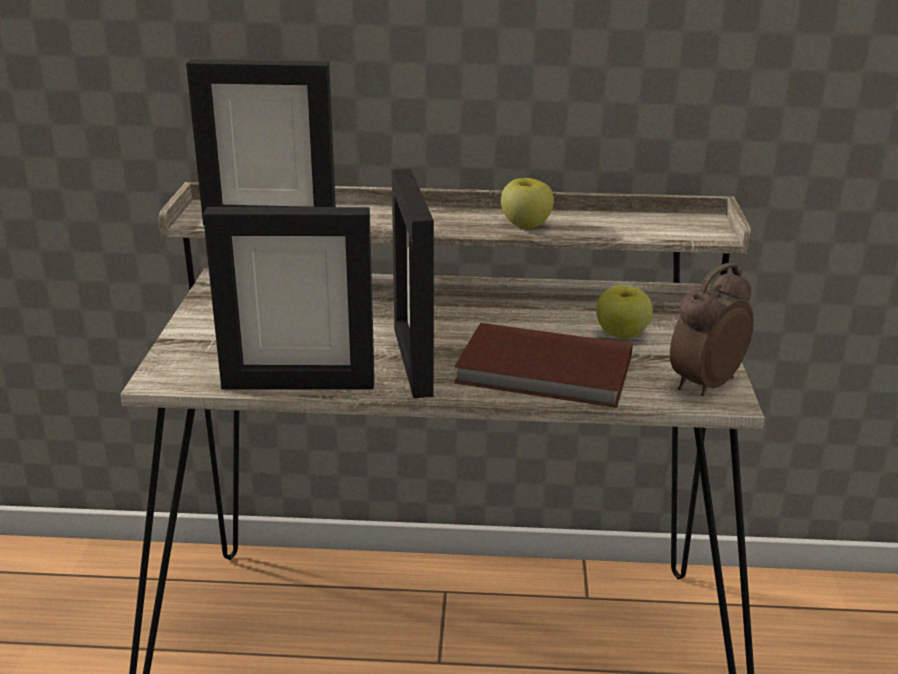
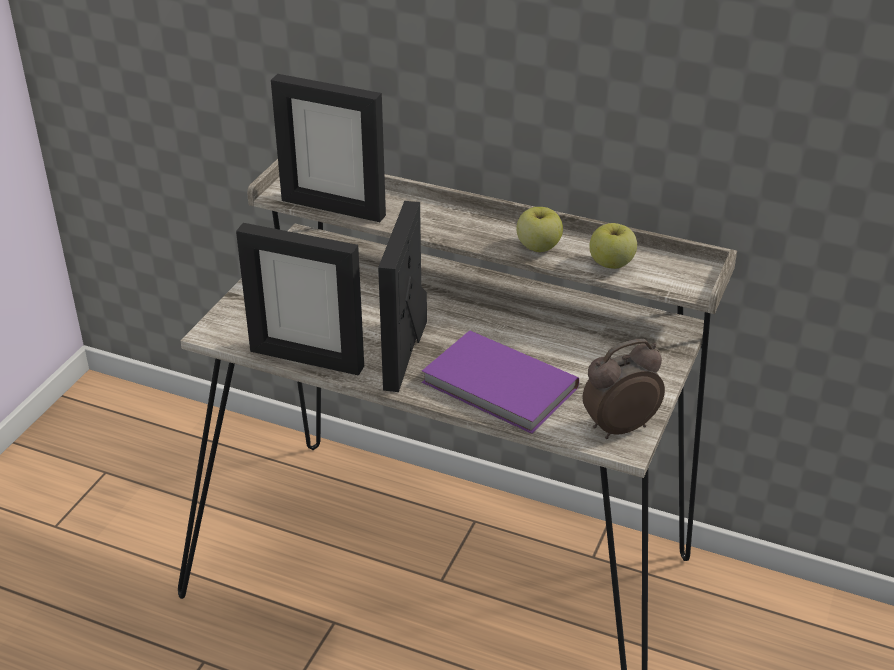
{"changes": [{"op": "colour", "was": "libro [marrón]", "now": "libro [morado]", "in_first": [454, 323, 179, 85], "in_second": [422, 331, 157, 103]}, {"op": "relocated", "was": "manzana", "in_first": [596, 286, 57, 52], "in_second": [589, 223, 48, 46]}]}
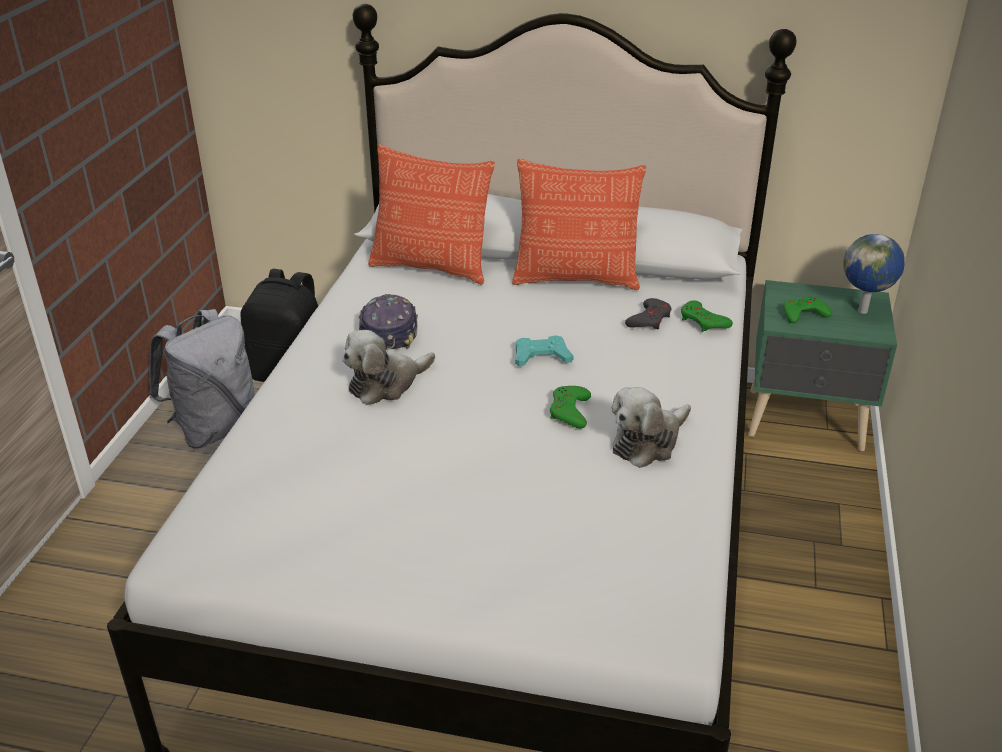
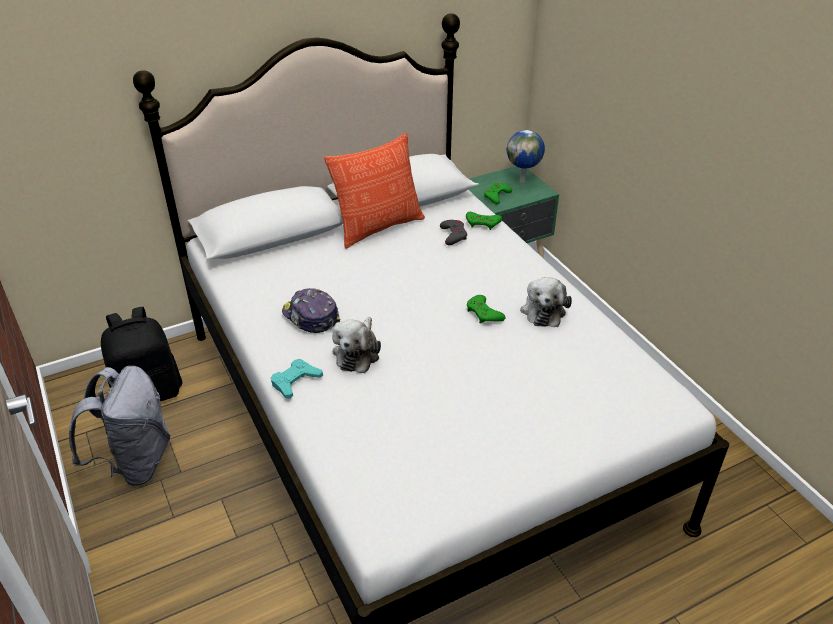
{"changes": [{"op": "missing", "was": "cojín [naranja]", "in_first": [368, 144, 127, 140]}, {"op": "relocated", "was": "mando de consola [turquesa]", "in_first": [515, 335, 59, 31], "in_second": [271, 359, 52, 40]}]}
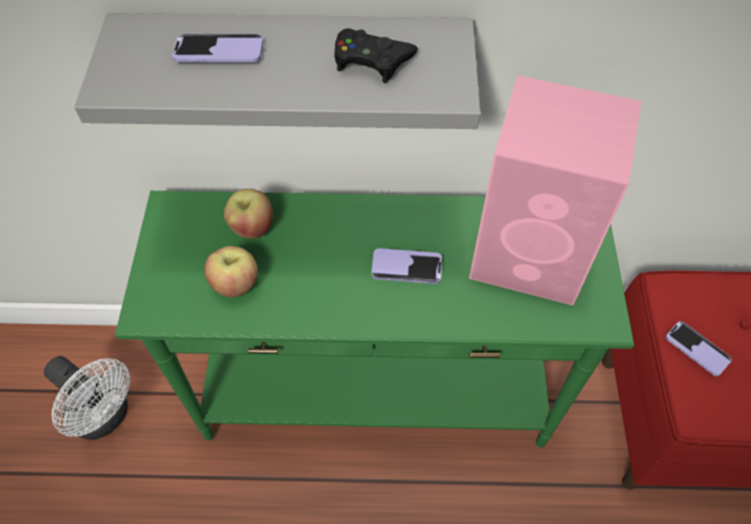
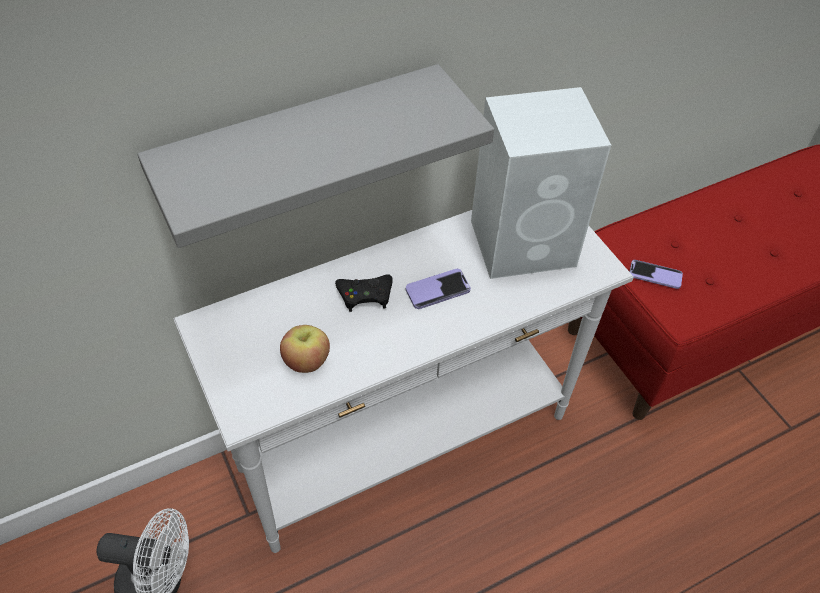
{"changes": [{"op": "colour", "was": "mesa consola [verde]", "now": "mesa consola [blanco]", "in_first": [115, 191, 519, 257], "in_second": [173, 210, 461, 343]}, {"op": "missing", "was": "móvil", "in_first": [172, 34, 91, 29]}, {"op": "missing", "was": "manzana", "in_first": [224, 189, 49, 50]}, {"op": "relocated", "was": "mando de consola [negro]", "in_first": [334, 28, 84, 55], "in_second": [335, 274, 57, 38]}, {"op": "colour", "was": "altavoz [rosa]", "now": "altavoz [blanco]", "in_first": [469, 75, 173, 230], "in_second": [471, 87, 140, 192]}]}
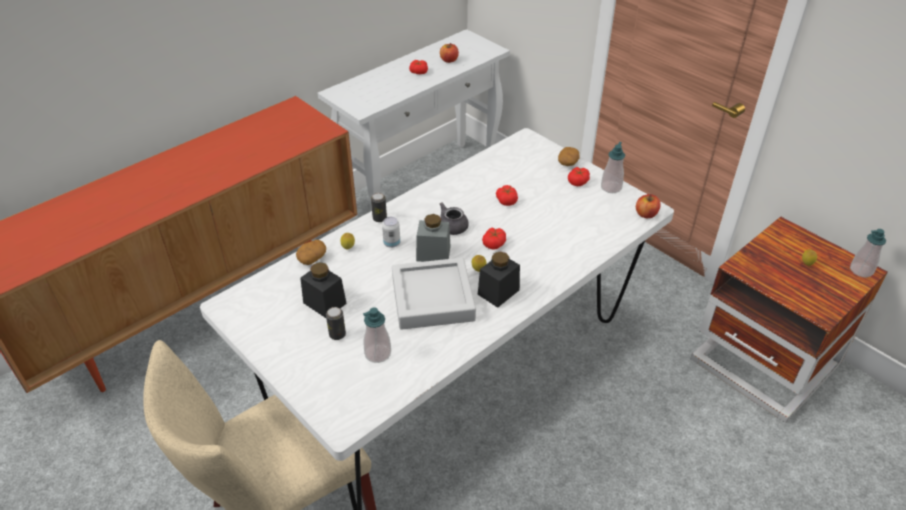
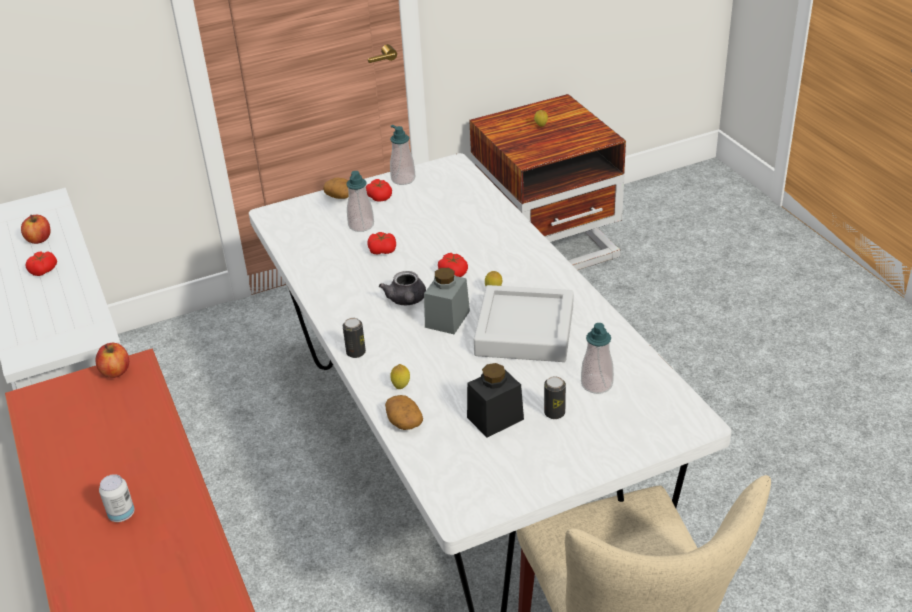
{"changes": [{"op": "relocated", "was": "lata", "in_first": [382, 217, 18, 31], "in_second": [99, 474, 36, 48]}, {"op": "missing", "was": "tarro [negro]", "in_first": [478, 252, 42, 56]}, {"op": "relocated", "was": "manzana", "in_first": [636, 194, 25, 24], "in_second": [96, 343, 33, 35]}, {"op": "relocated", "was": "dispensador de jabón", "in_first": [850, 229, 36, 48], "in_second": [346, 171, 28, 61]}]}
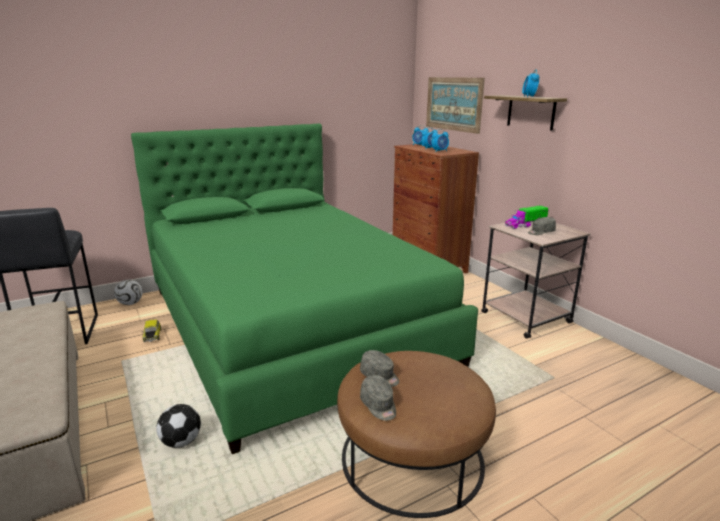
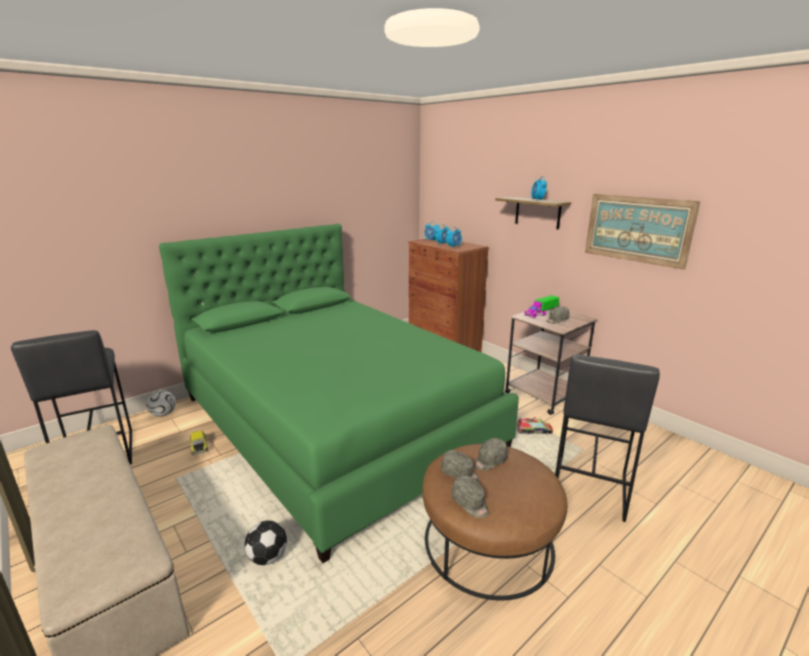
{"changes": [{"op": "relocated", "was": "cuadro", "in_first": [426, 77, 59, 57], "in_second": [585, 194, 115, 76]}, {"op": "appeared", "now": "gorra [gris]", "in_second": [474, 438, 34, 33]}, {"op": "appeared", "now": "camión de juguete", "in_second": [517, 417, 36, 17]}, {"op": "appeared", "now": "taburete [gris]", "in_second": [555, 355, 105, 167]}]}
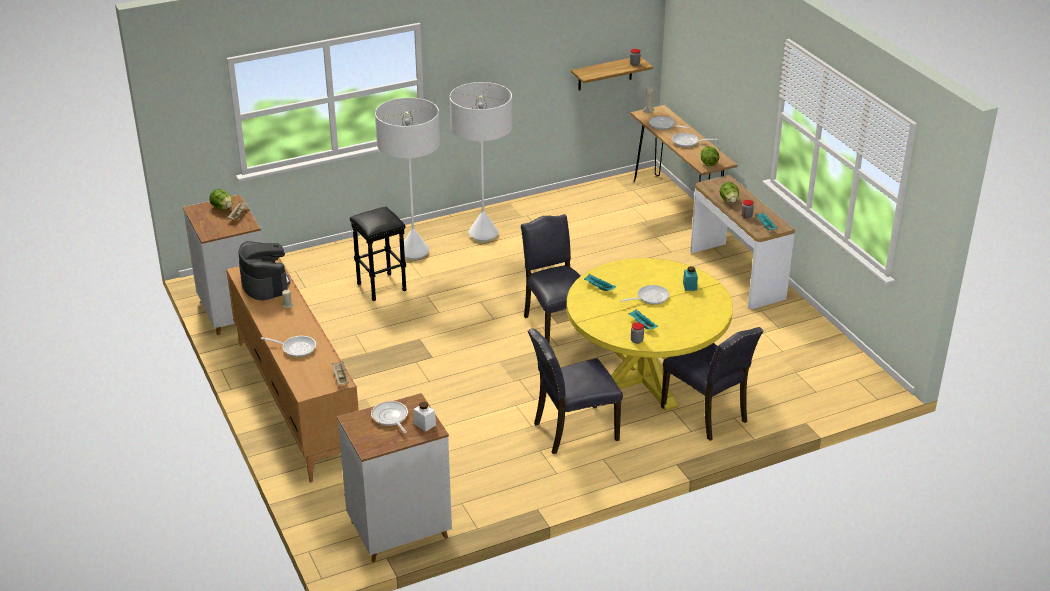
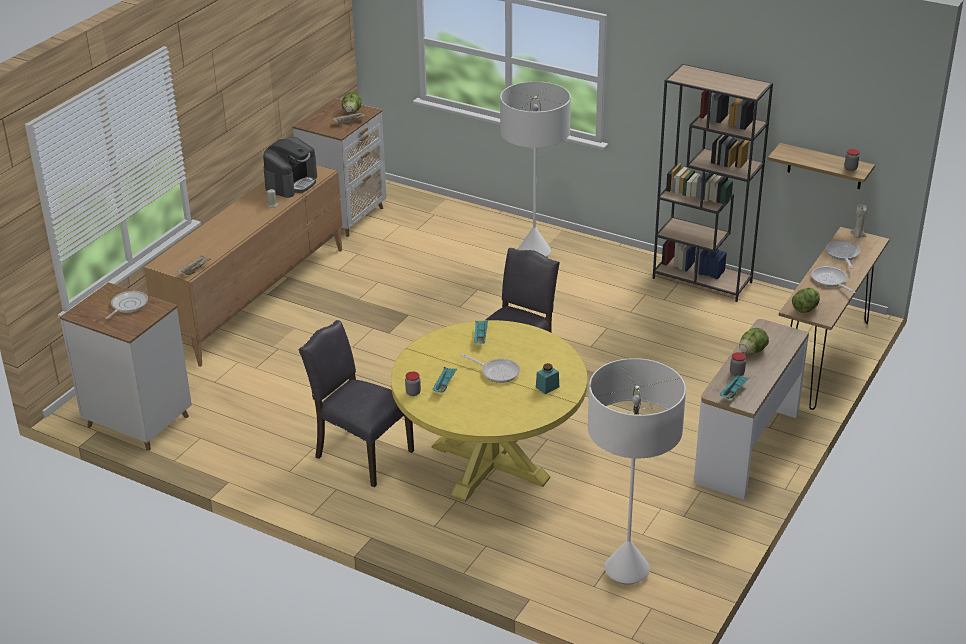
{"changes": [{"op": "missing", "was": "sartén", "in_first": [261, 336, 55, 21]}, {"op": "missing", "was": "taburete [negro]", "in_first": [350, 207, 57, 94]}, {"op": "missing", "was": "tarro [blanco]", "in_first": [413, 402, 23, 30]}, {"op": "relocated", "was": "lámpara de pie [blanco]", "in_first": [450, 82, 62, 160], "in_second": [588, 358, 98, 227]}, {"op": "missing", "was": "silla [gris]", "in_first": [661, 327, 102, 114]}, {"op": "appeared", "now": "estantería", "in_second": [653, 64, 120, 238]}]}
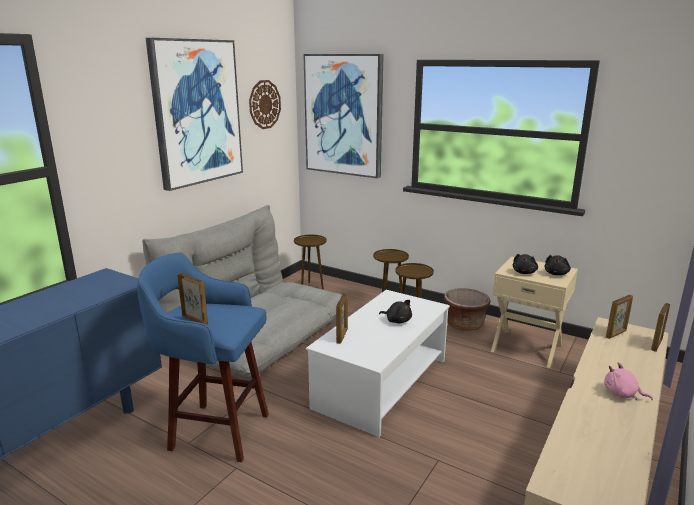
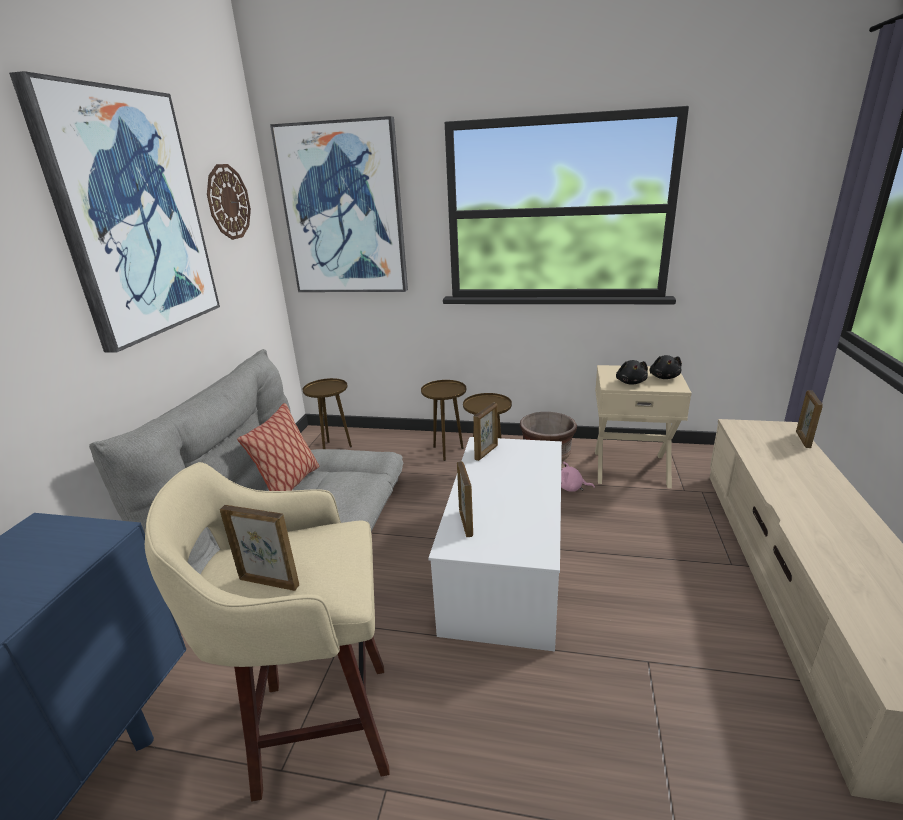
{"changes": [{"op": "colour", "was": "taburete [azul]", "now": "taburete [beis]", "in_first": [137, 253, 132, 209], "in_second": [145, 462, 245, 340]}, {"op": "missing", "was": "peluche [negro]", "in_first": [379, 300, 33, 23]}, {"op": "relocated", "was": "peluche [rosa]", "in_first": [604, 362, 49, 38], "in_second": [561, 462, 34, 30]}, {"op": "relocated", "was": "portarretratos", "in_first": [606, 295, 27, 44], "in_second": [473, 403, 25, 58]}, {"op": "appeared", "now": "cojín", "in_second": [237, 403, 82, 88]}]}
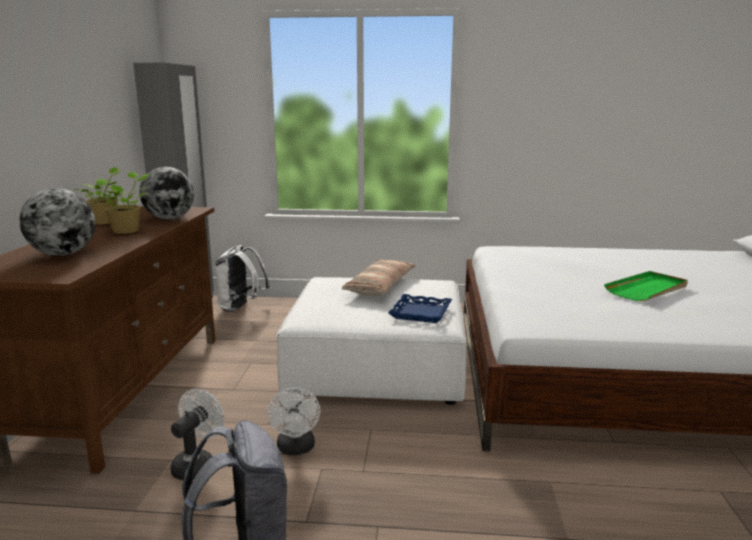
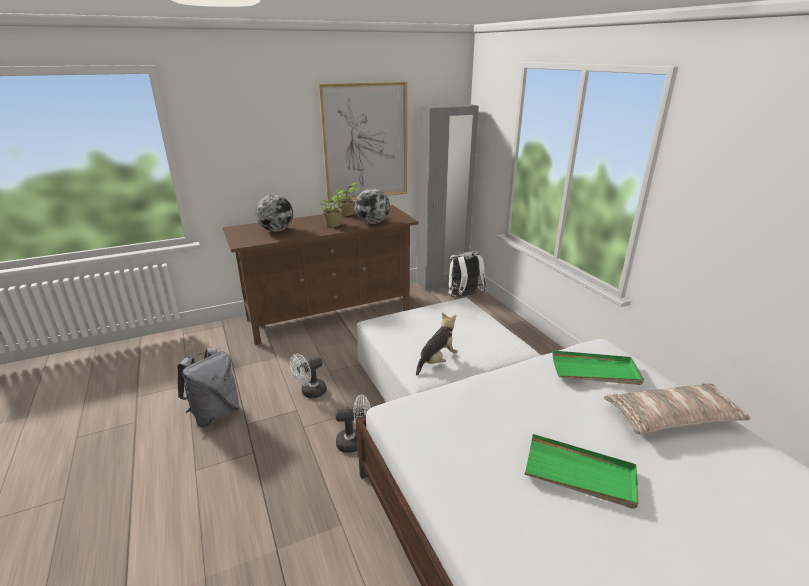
{"changes": [{"op": "relocated", "was": "ventilador [blanco]", "in_first": [170, 389, 54, 91], "in_second": [336, 394, 35, 59]}, {"op": "relocated", "was": "cojín", "in_first": [341, 260, 75, 36], "in_second": [603, 383, 148, 52]}, {"op": "exchanged", "was": "bandeja [azul]", "now": "peluche", "in_first": [388, 294, 64, 29], "in_second": [416, 313, 42, 63]}, {"op": "appeared", "now": "cuadro", "in_second": [318, 82, 89, 121]}, {"op": "appeared", "now": "bandeja [verde]", "in_second": [553, 350, 91, 35]}]}
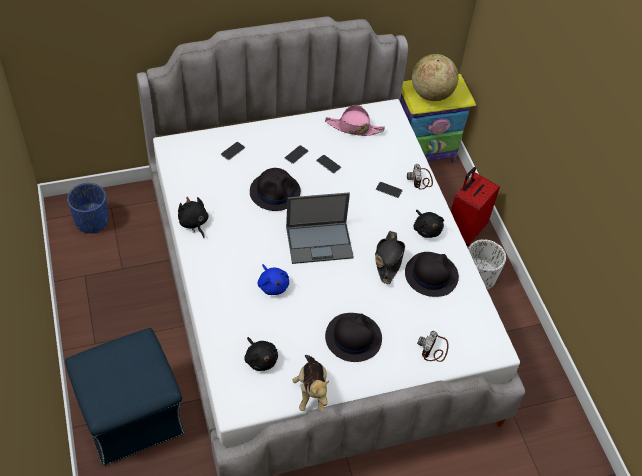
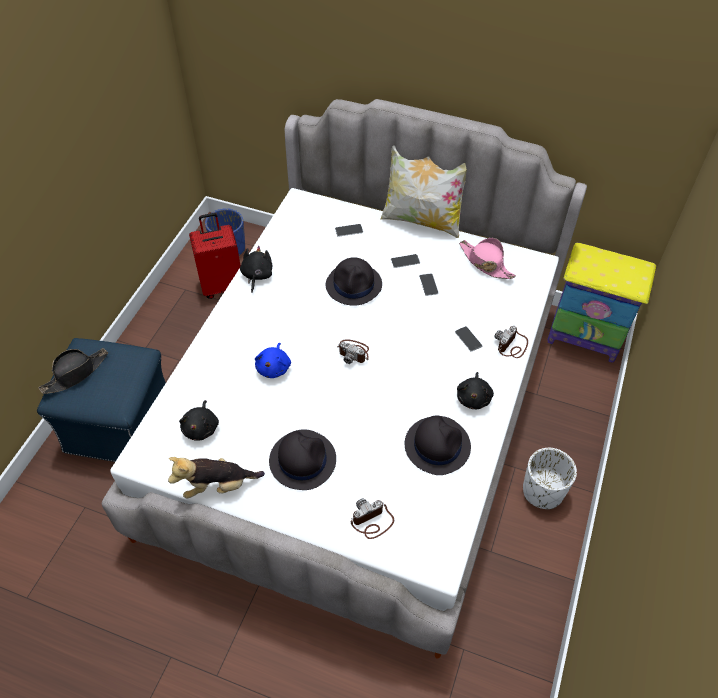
{"changes": [{"op": "exchanged", "was": "portátil", "now": "cámara", "in_first": [286, 192, 68, 72], "in_second": [337, 339, 32, 25]}, {"op": "spun", "was": "peluche", "in_first": [293, 355, 36, 57], "in_second": [168, 457, 97, 41], "clockwise": 45}, {"op": "relocated", "was": "sombrero [negro]", "in_first": [375, 231, 30, 53], "in_second": [38, 348, 70, 46]}, {"op": "missing", "was": "globo terráqueo", "in_first": [412, 54, 47, 47]}, {"op": "relocated", "was": "maleta [rojo]", "in_first": [451, 167, 49, 79], "in_second": [189, 213, 52, 86]}, {"op": "appeared", "now": "cojín", "in_second": [381, 146, 86, 92]}]}
